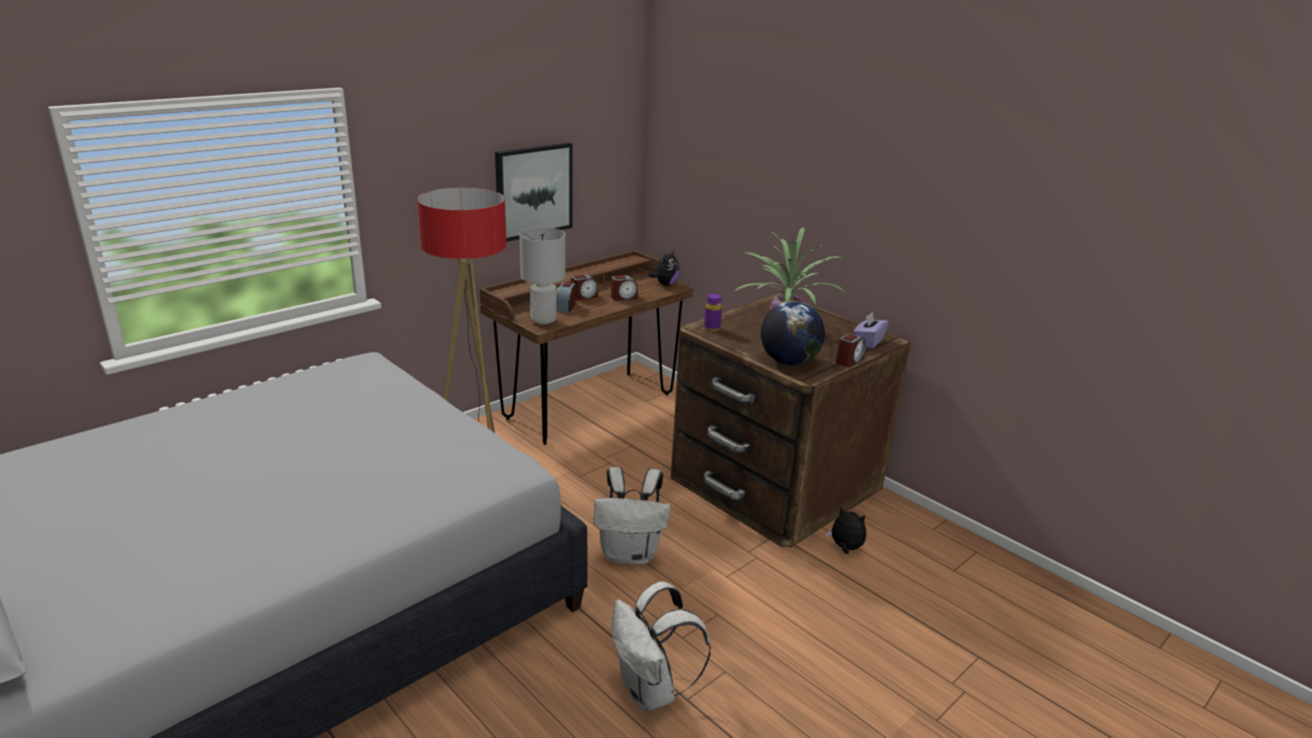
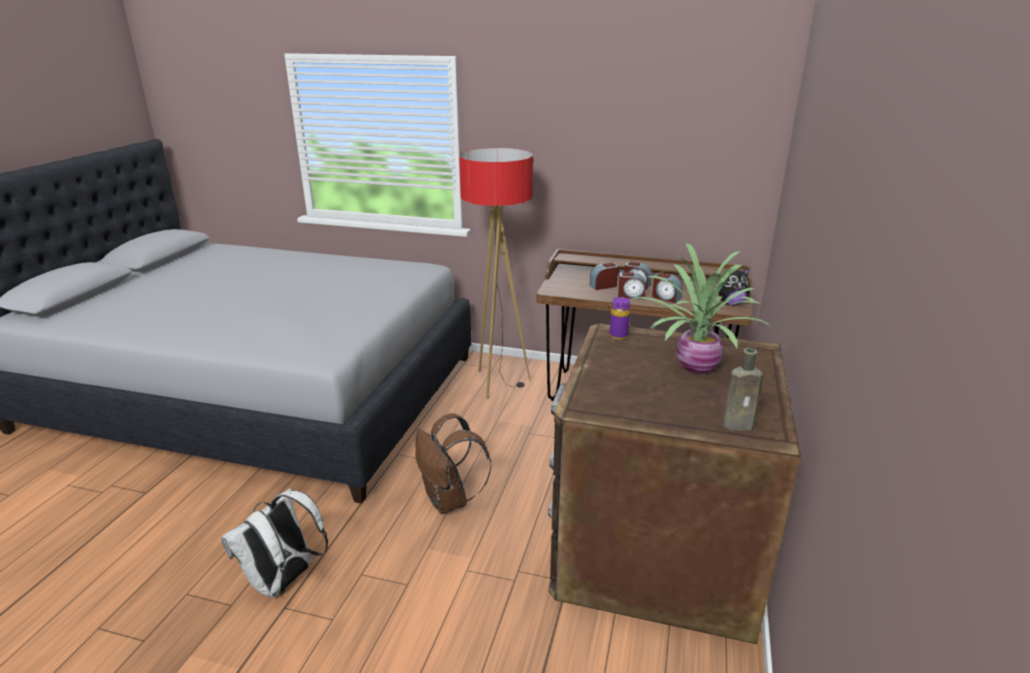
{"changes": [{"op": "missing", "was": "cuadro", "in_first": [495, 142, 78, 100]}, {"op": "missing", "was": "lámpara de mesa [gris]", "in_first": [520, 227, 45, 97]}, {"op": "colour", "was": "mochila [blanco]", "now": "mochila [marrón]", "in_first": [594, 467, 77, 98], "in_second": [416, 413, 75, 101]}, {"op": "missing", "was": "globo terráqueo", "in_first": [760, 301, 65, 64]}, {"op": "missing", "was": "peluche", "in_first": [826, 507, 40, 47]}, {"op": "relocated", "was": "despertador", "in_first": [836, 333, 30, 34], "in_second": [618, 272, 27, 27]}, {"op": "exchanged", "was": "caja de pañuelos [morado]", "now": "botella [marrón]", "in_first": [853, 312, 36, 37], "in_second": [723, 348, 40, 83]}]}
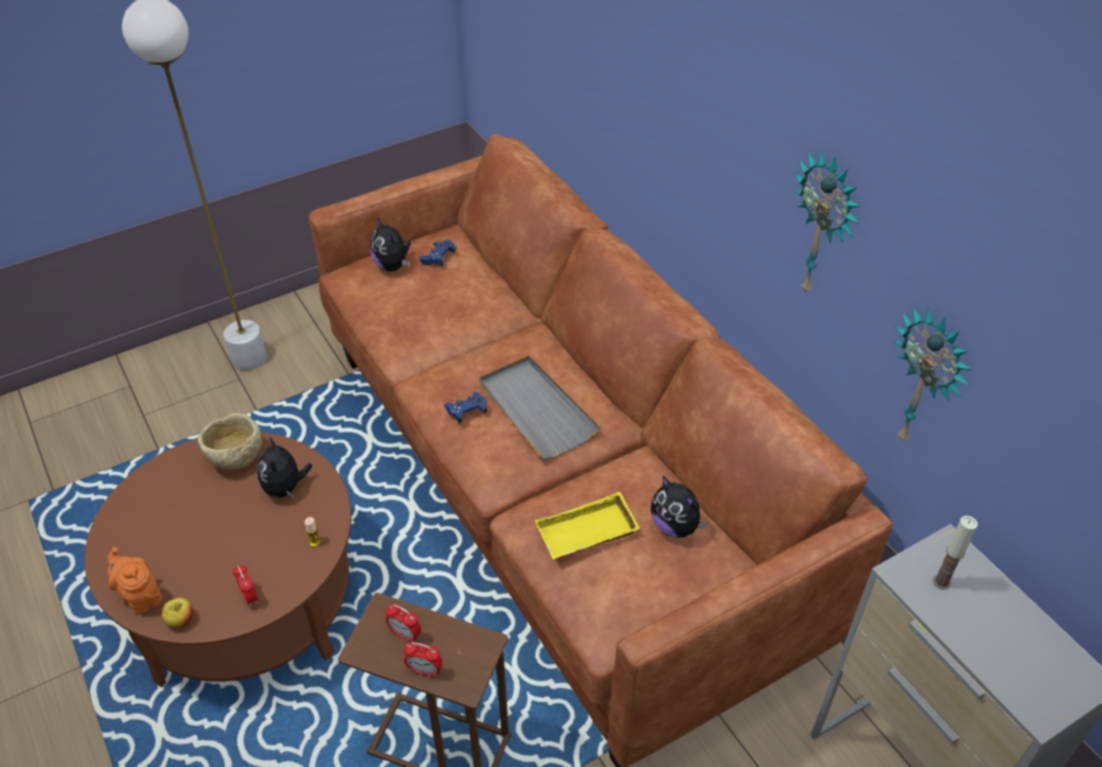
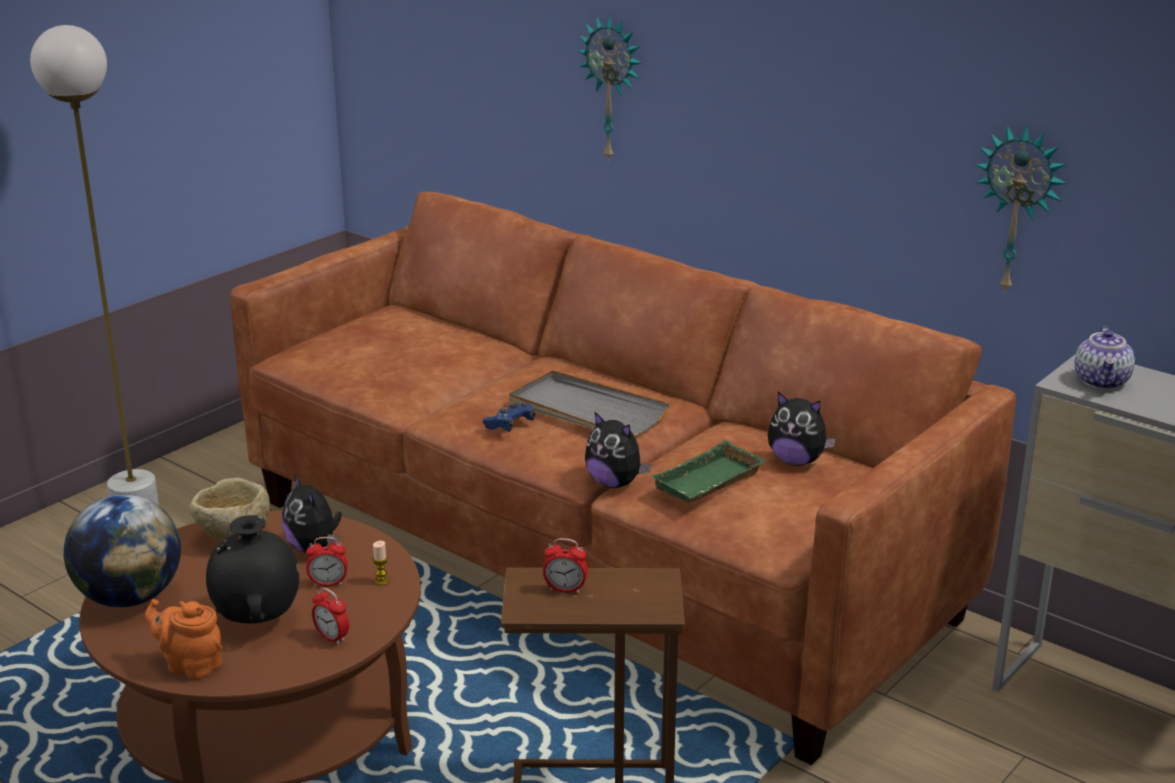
{"changes": [{"op": "missing", "was": "manzana", "in_first": [161, 598, 32, 30]}, {"op": "relocated", "was": "peluche", "in_first": [370, 217, 41, 54], "in_second": [585, 411, 66, 77]}, {"op": "relocated", "was": "despertador", "in_first": [404, 642, 39, 35], "in_second": [306, 537, 42, 49]}, {"op": "missing", "was": "mando de consola [azul]", "in_first": [419, 240, 37, 26]}, {"op": "colour", "was": "bandeja [amarillo]", "now": "bandeja [verde]", "in_first": [535, 492, 105, 67], "in_second": [652, 440, 114, 63]}, {"op": "relocated", "was": "reloj de pared", "in_first": [794, 151, 67, 144], "in_second": [578, 14, 64, 148]}, {"op": "exchanged", "was": "vela", "now": "tetera", "in_first": [933, 516, 45, 73], "in_second": [1074, 326, 61, 63]}, {"op": "appeared", "now": "globo terráqueo", "in_second": [64, 495, 117, 112]}, {"op": "appeared", "now": "florero [negro]", "in_second": [206, 515, 93, 108]}]}
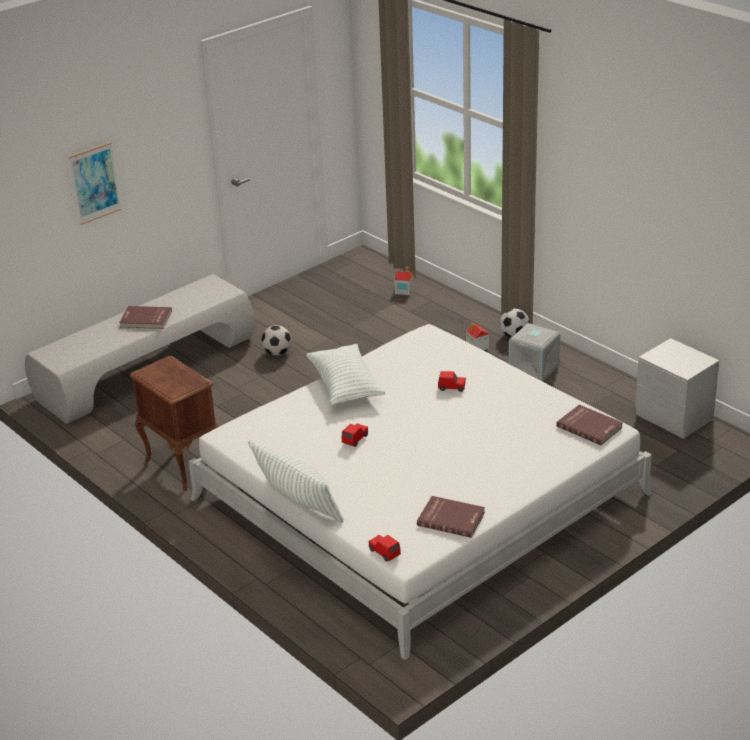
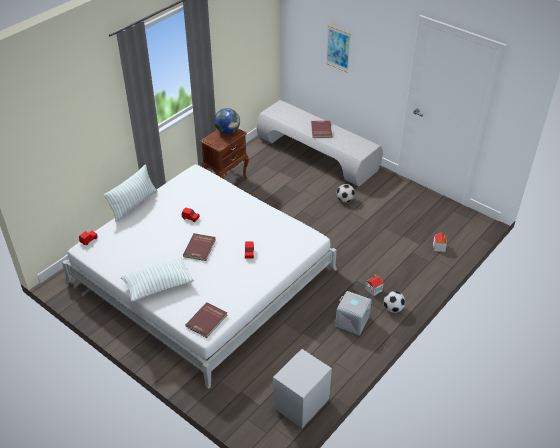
{"changes": [{"op": "relocated", "was": "cojín", "in_first": [306, 344, 79, 62], "in_second": [121, 257, 74, 45]}, {"op": "relocated", "was": "libro [rojo]", "in_first": [417, 496, 68, 42], "in_second": [183, 233, 33, 28]}, {"op": "appeared", "now": "globo terráqueo", "in_second": [214, 108, 26, 26]}]}
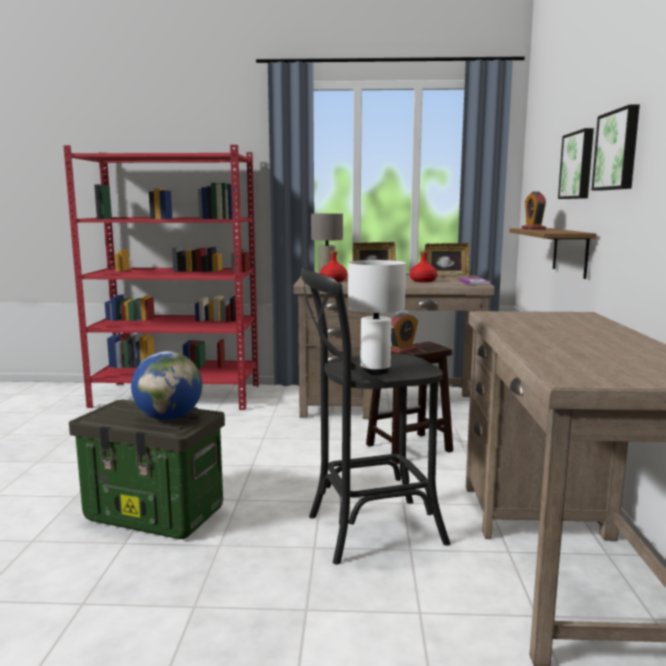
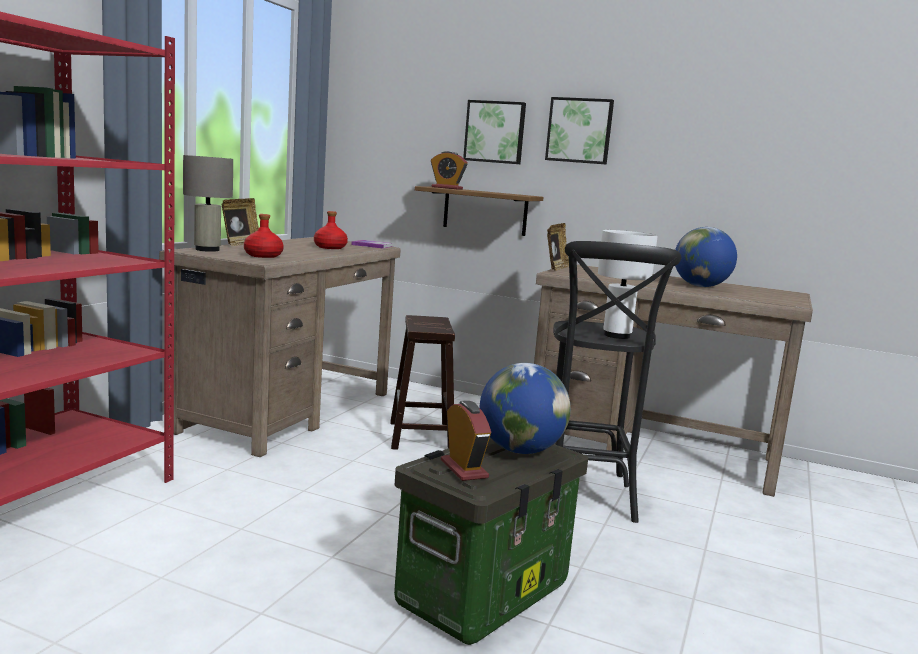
{"changes": [{"op": "relocated", "was": "despertador", "in_first": [391, 312, 27, 42], "in_second": [441, 401, 50, 80]}, {"op": "relocated", "was": "portarretratos", "in_first": [425, 243, 45, 34], "in_second": [547, 223, 22, 48]}, {"op": "appeared", "now": "globo terráqueo", "in_second": [675, 227, 62, 60]}]}
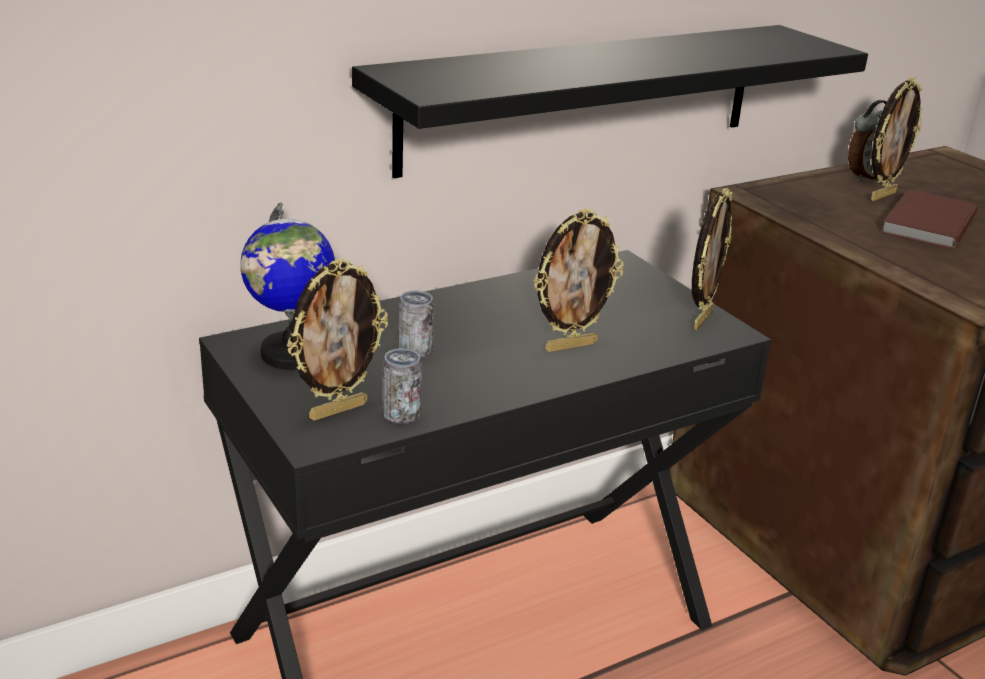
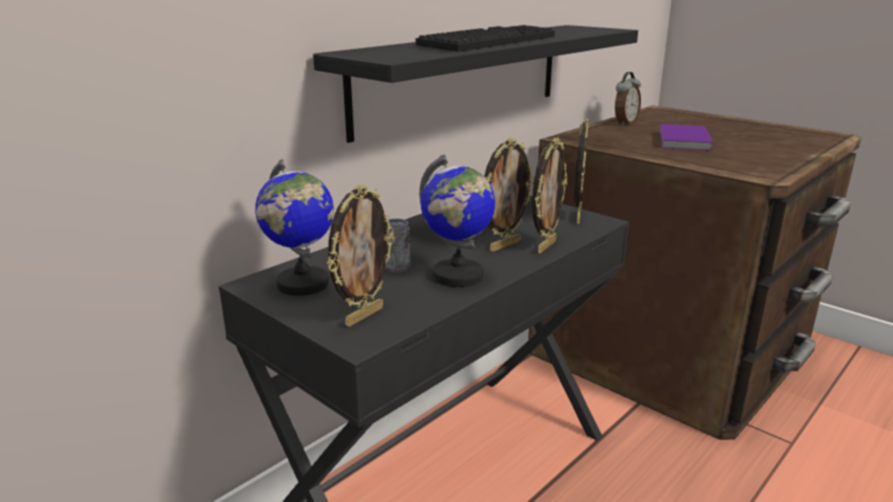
{"changes": [{"op": "missing", "was": "lata", "in_first": [382, 348, 40, 76]}, {"op": "relocated", "was": "portarretratos", "in_first": [871, 77, 51, 124], "in_second": [532, 137, 35, 117]}, {"op": "colour", "was": "libro [marrón]", "now": "libro [morado]", "in_first": [881, 189, 97, 60], "in_second": [659, 124, 55, 27]}, {"op": "appeared", "now": "teclado", "in_second": [416, 25, 139, 27]}, {"op": "appeared", "now": "globo terráqueo", "in_second": [419, 154, 76, 133]}]}
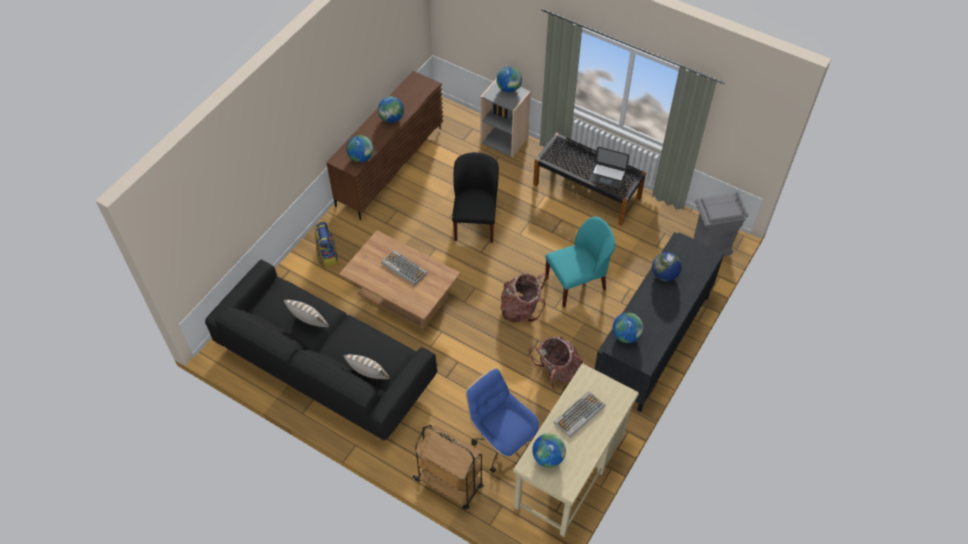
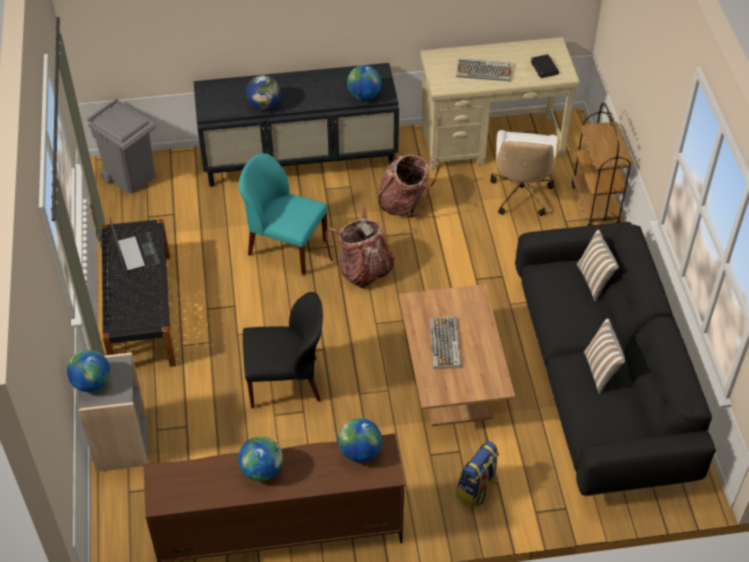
{"changes": [{"op": "spun", "was": "silla [negro]", "in_first": [452, 152, 47, 91], "in_second": [243, 292, 80, 116], "clockwise": -150}, {"op": "colour", "was": "silla de oficina [azul]", "now": "silla de oficina [blanco]", "in_first": [466, 368, 73, 105], "in_second": [491, 130, 67, 86]}, {"op": "exchanged", "was": "globo terráqueo", "now": "libro [negro]", "in_first": [532, 433, 34, 34], "in_second": [531, 54, 28, 24]}]}
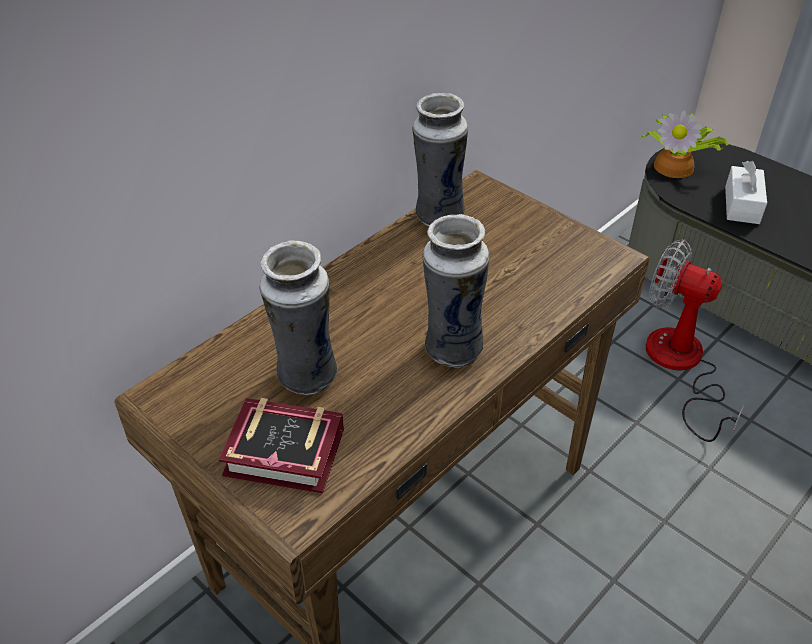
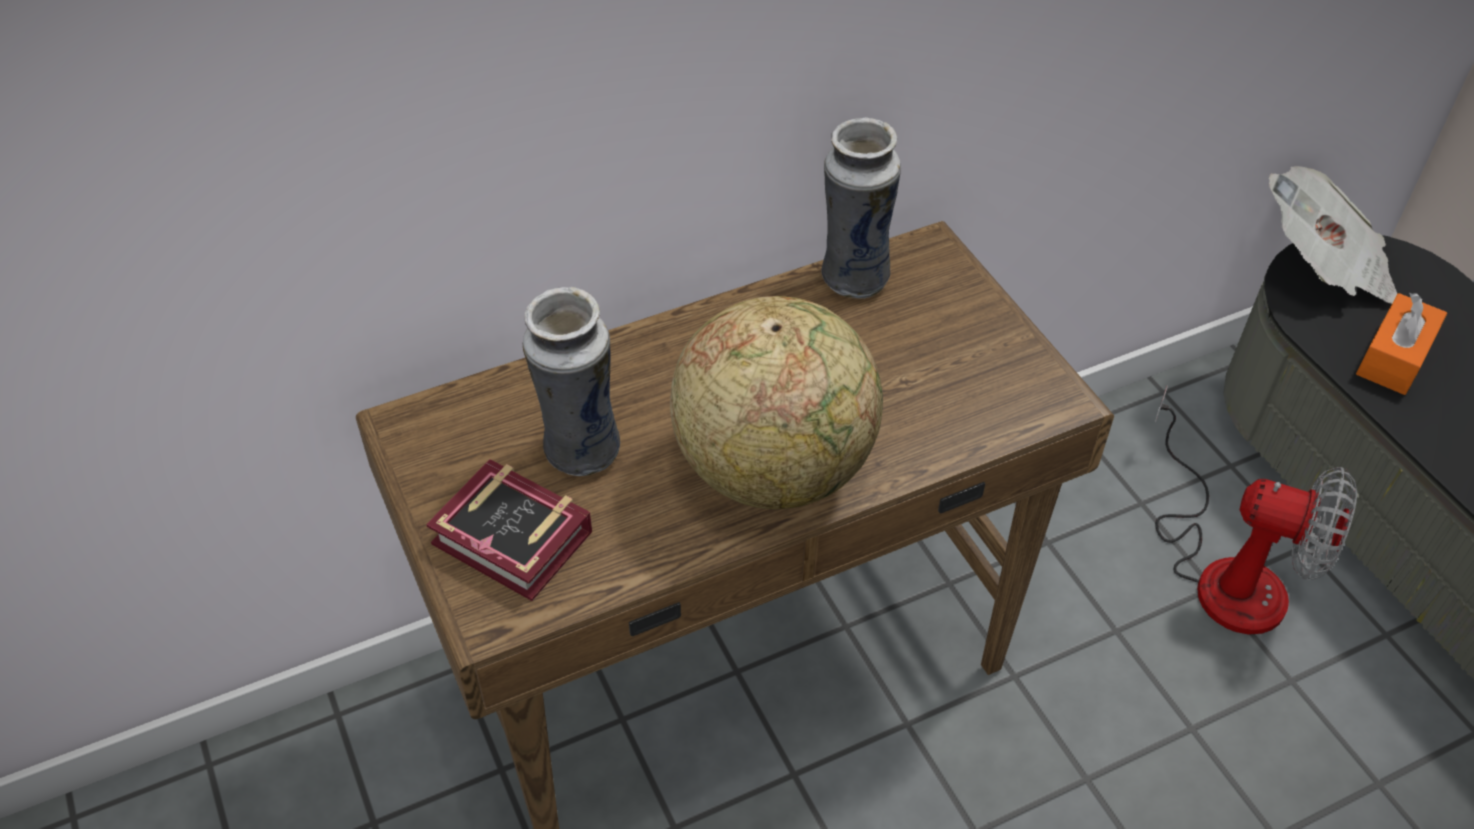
{"changes": [{"op": "exchanged", "was": "florero", "now": "globo terráqueo", "in_first": [422, 214, 67, 154], "in_second": [670, 296, 213, 213]}, {"op": "exchanged", "was": "planta en maceta", "now": "periódico", "in_first": [640, 110, 88, 68], "in_second": [1269, 166, 128, 138]}, {"op": "spun", "was": "ventilador", "in_first": [646, 239, 98, 203], "in_second": [1155, 386, 202, 249], "clockwise": 150}, {"op": "colour", "was": "caja de pañuelos [blanco]", "now": "caja de pañuelos [naranja]", "in_first": [725, 161, 42, 63], "in_second": [1356, 293, 91, 102]}]}
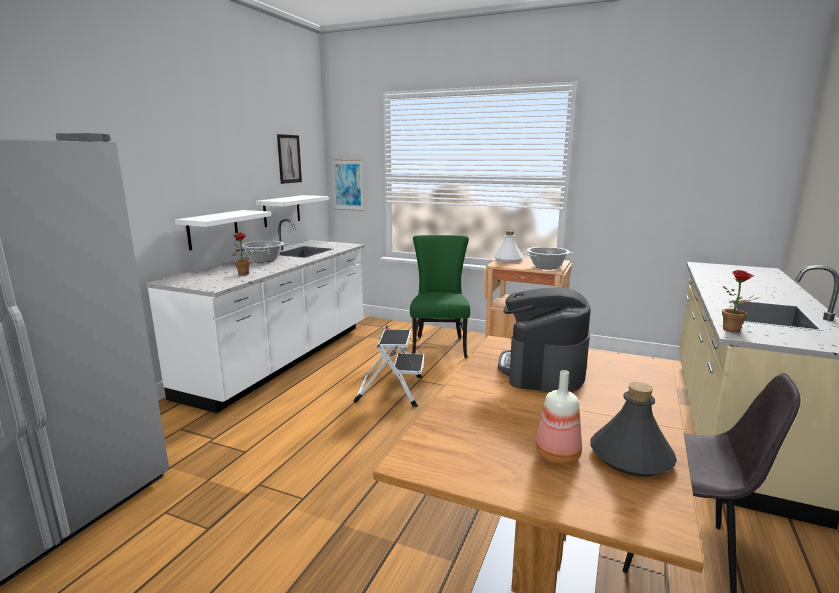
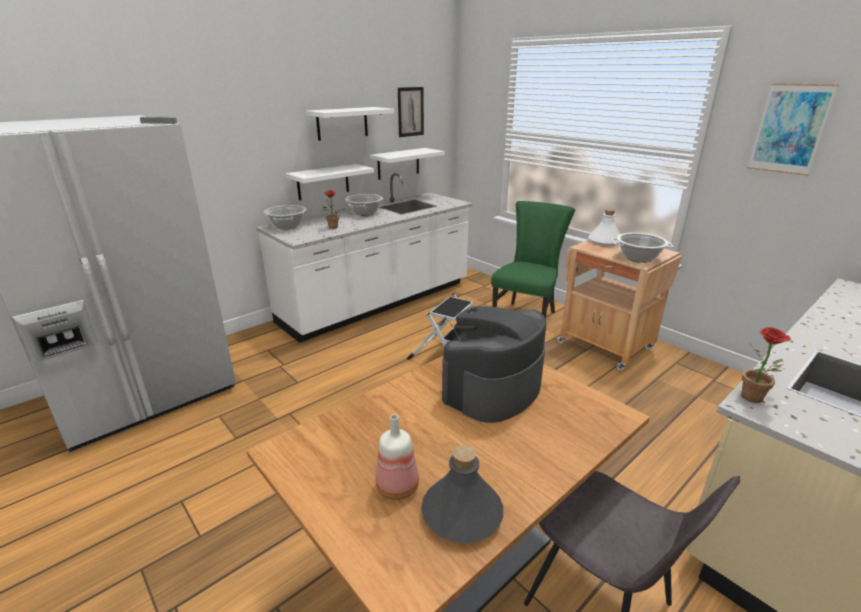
{"changes": [{"op": "relocated", "was": "cuadro", "in_first": [332, 160, 31, 51], "in_second": [748, 83, 91, 93]}, {"op": "appeared", "now": "olla", "in_second": [264, 205, 43, 25]}, {"op": "appeared", "now": "estante [blanco]", "in_second": [306, 107, 88, 34]}]}
